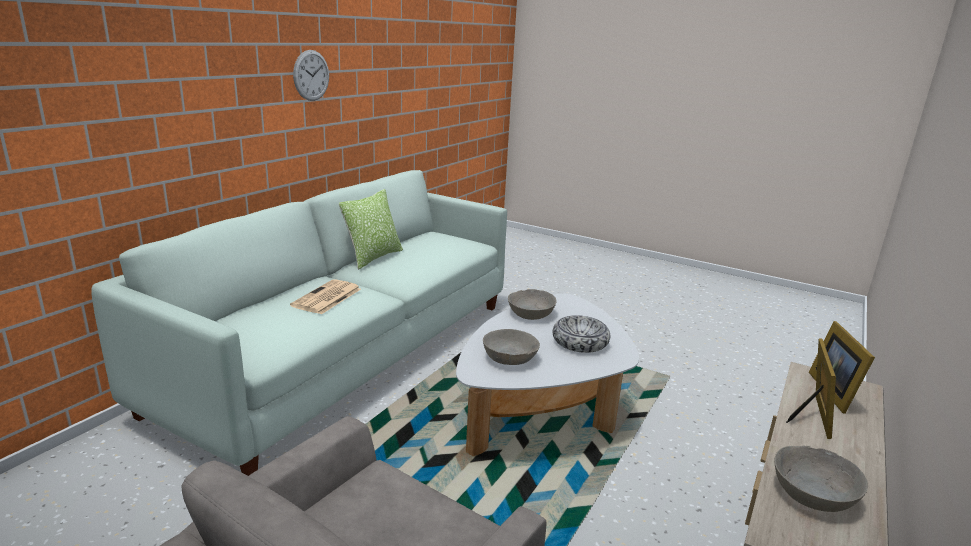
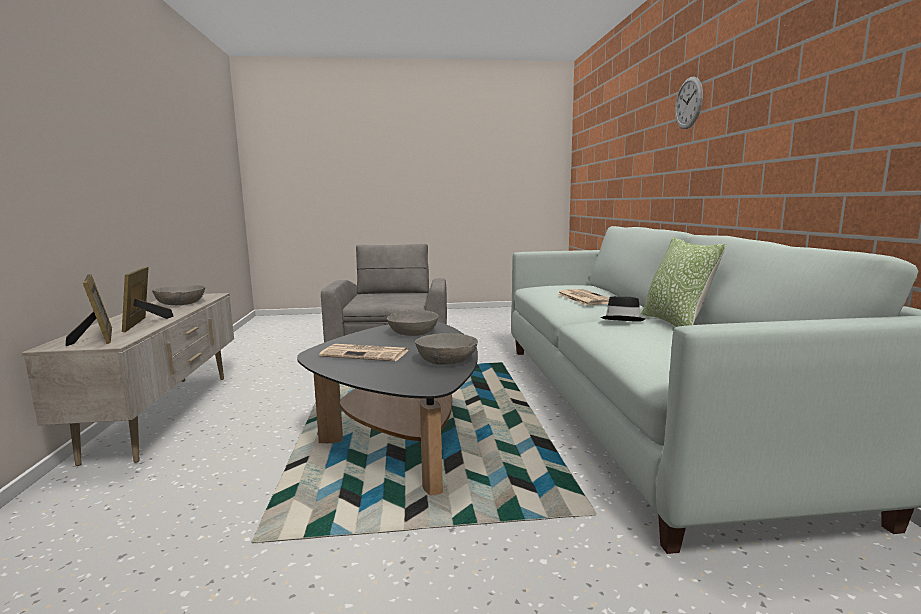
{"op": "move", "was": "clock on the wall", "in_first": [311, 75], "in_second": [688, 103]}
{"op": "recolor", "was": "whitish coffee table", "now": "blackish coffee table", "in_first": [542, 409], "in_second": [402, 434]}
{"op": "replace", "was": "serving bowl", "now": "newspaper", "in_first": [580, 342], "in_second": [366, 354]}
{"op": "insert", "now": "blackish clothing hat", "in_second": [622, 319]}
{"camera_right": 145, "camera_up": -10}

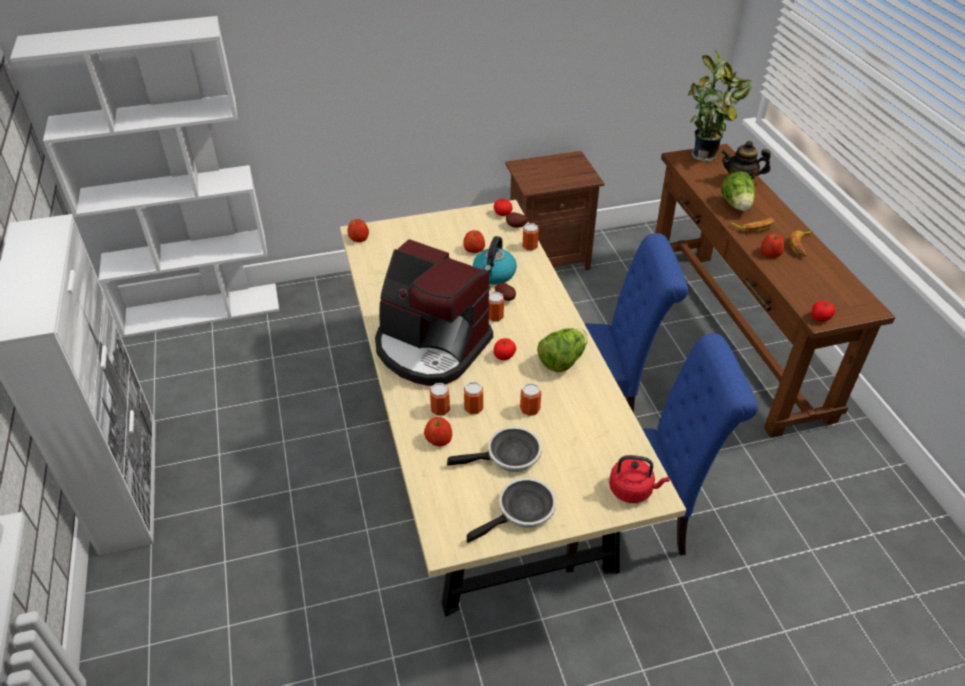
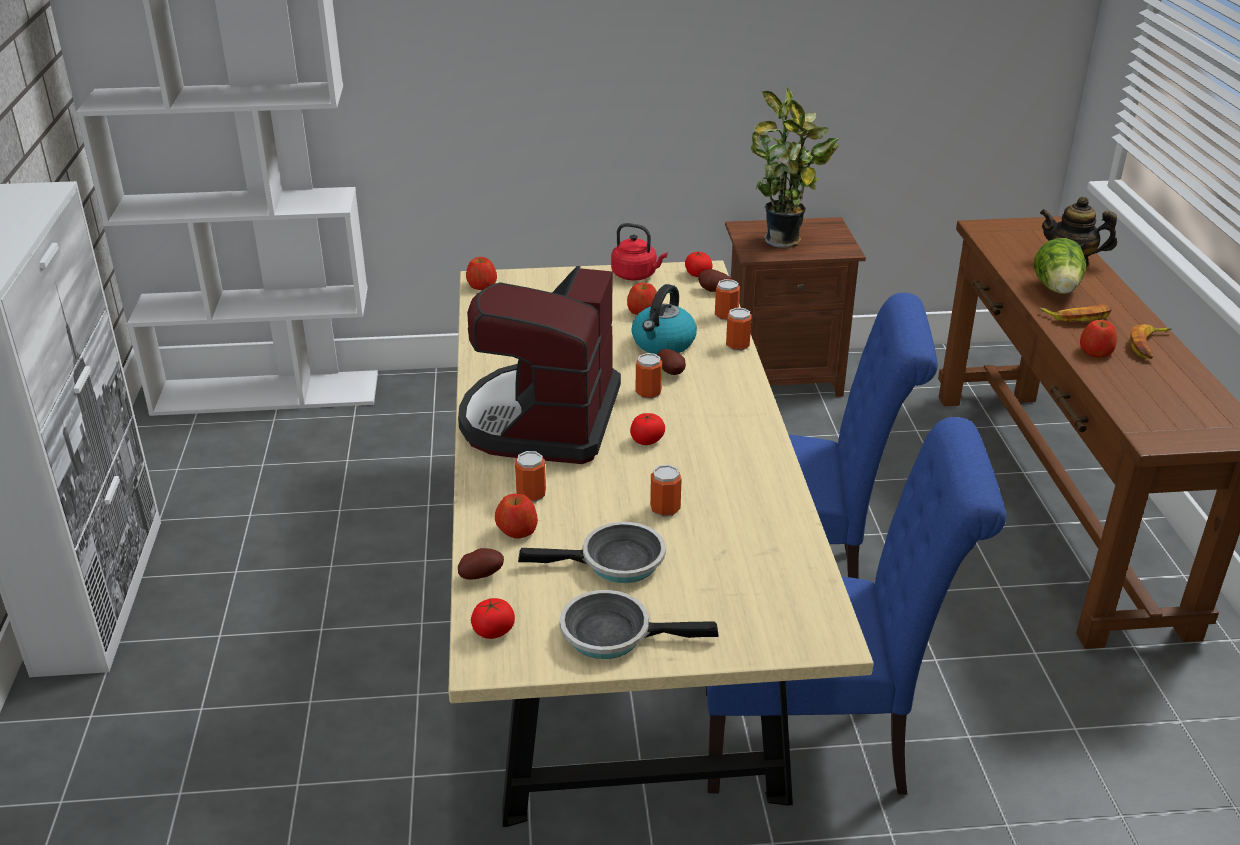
{"op": "rotate", "was": "coffee machine", "in_first": [431, 347], "in_second": [542, 420], "clockwise": 60}
{"op": "move", "was": "can", "in_first": [473, 408], "in_second": [737, 345]}
{"op": "rotate", "was": "frying pan", "in_first": [522, 512], "in_second": [614, 634], "clockwise": -150}
{"op": "delete", "was": "lettuce", "in_first": [562, 361]}
{"op": "move", "was": "red kettle", "in_first": [633, 490], "in_second": [636, 275]}
{"op": "move", "was": "potted plant", "in_first": [707, 157], "in_second": [786, 242]}
{"op": "move", "was": "fresh tomato", "in_first": [820, 318], "in_second": [493, 631]}
{"op": "insert", "now": "spud", "in_second": [481, 575]}
{"camera_right": 10, "camera_up": -10}

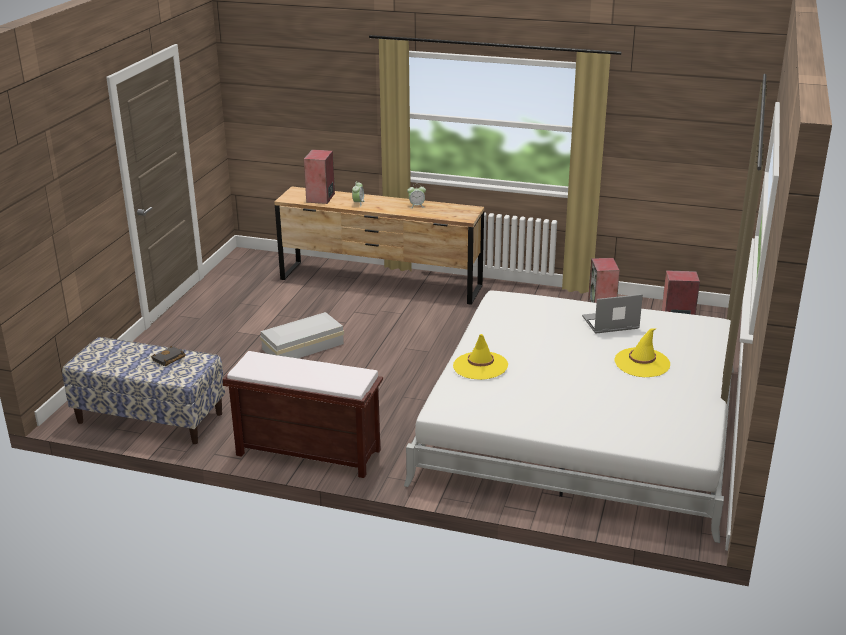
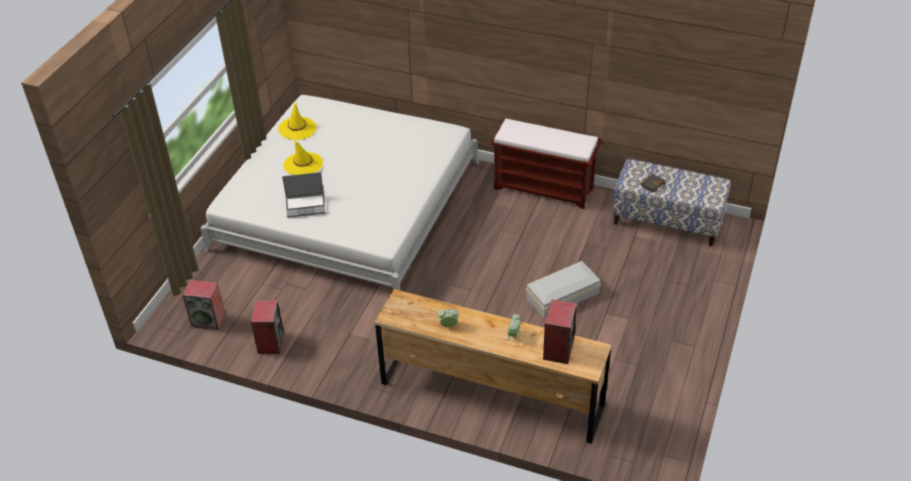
{"op": "move", "was": "yellow-coloured clothing hat", "in_first": [480, 366], "in_second": [297, 128]}
{"camera_right": -175, "camera_up": 15}

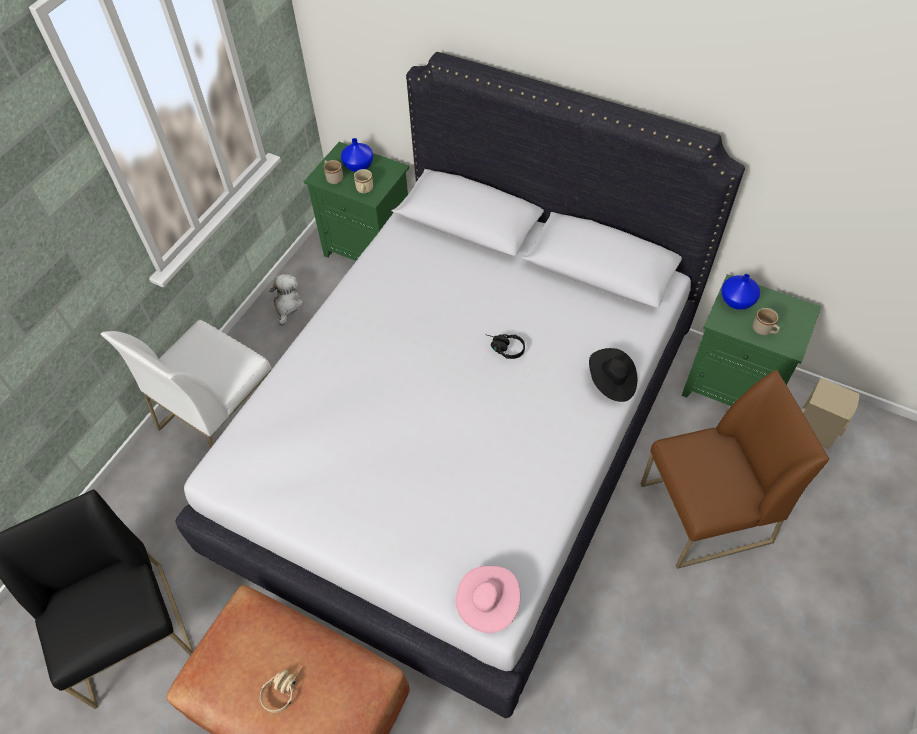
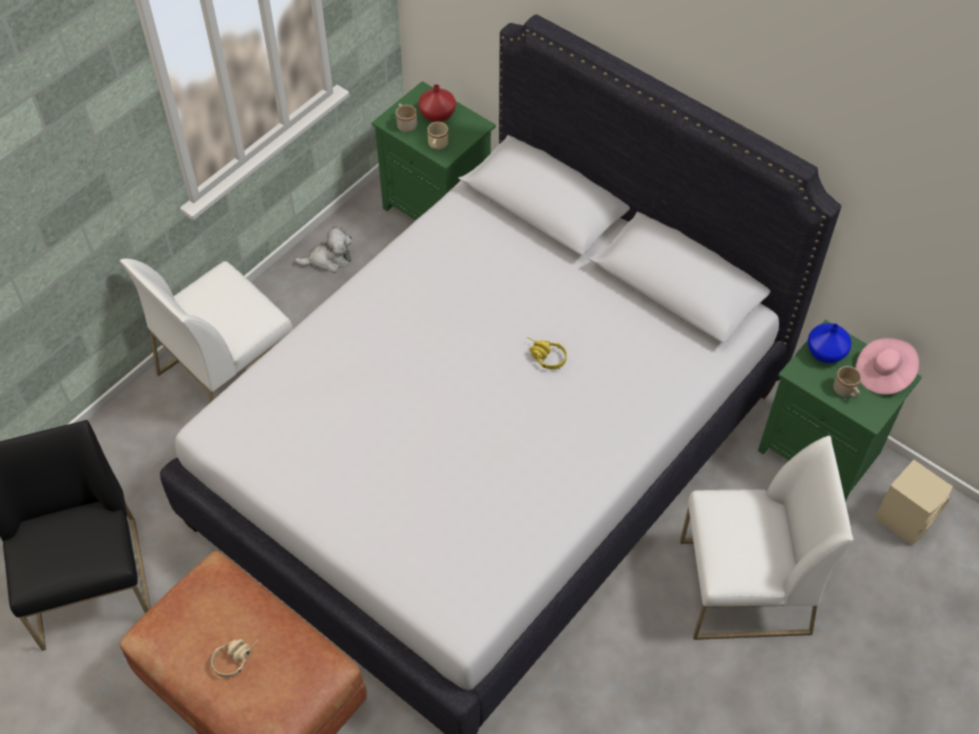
{"op": "rotate", "was": "plush toy", "in_first": [287, 305], "in_second": [329, 259], "clockwise": 60}
{"op": "recolor", "was": "blue-coloured flower vase", "now": "red flower vase", "in_first": [358, 166], "in_second": [436, 115]}
{"op": "move", "was": "pink clothing hat", "in_first": [487, 603], "in_second": [883, 374]}
{"op": "recolor", "was": "blackish headset", "now": "yellow-coloured headset", "in_first": [503, 348], "in_second": [543, 356]}
{"op": "delete", "was": "blackish clothing hat", "in_first": [611, 382]}
{"op": "recolor", "was": "brown-coloured chair", "now": "whitish chair", "in_first": [704, 514], "in_second": [743, 588]}
{"camera_right": 10, "camera_up": 0}

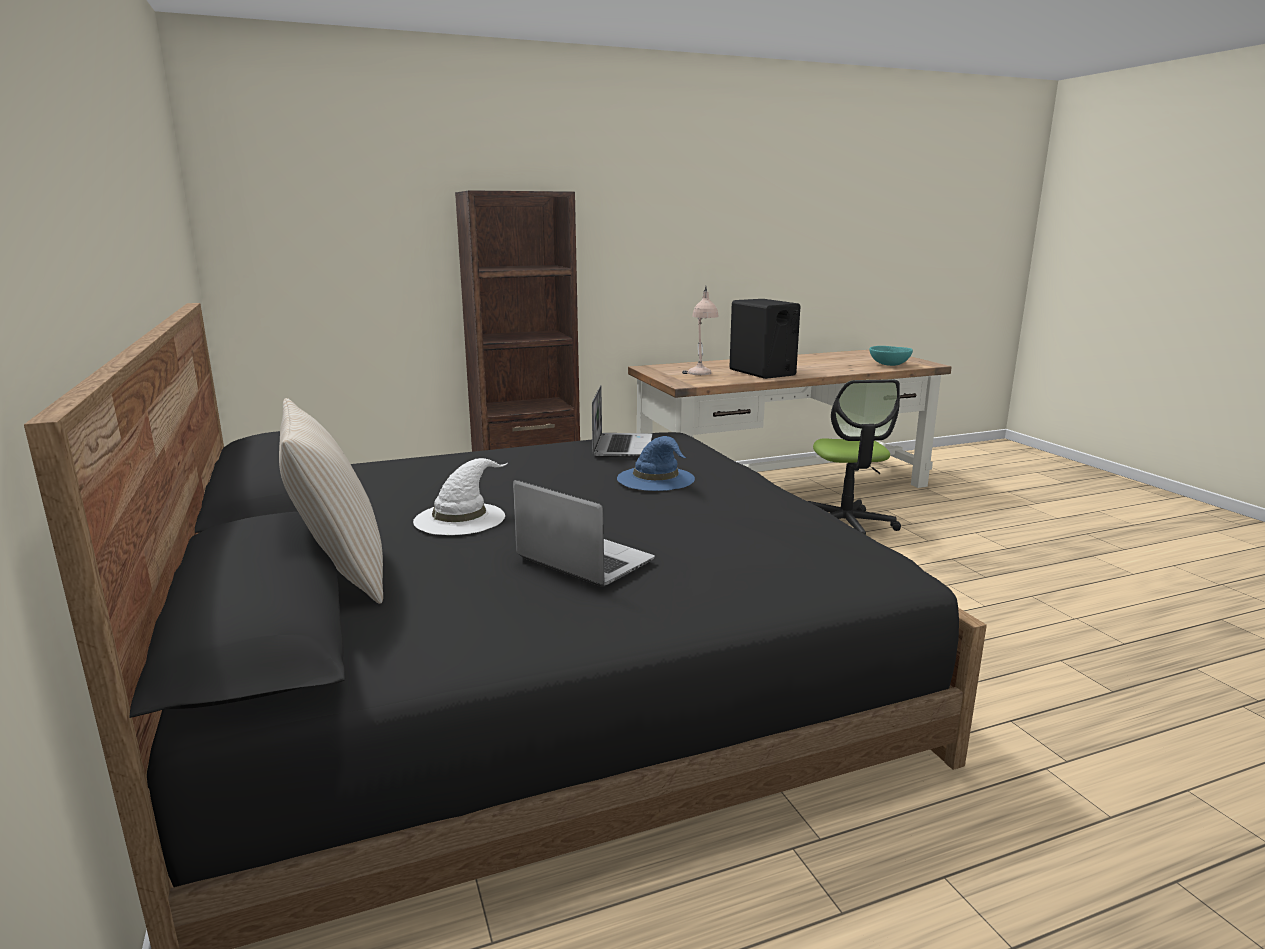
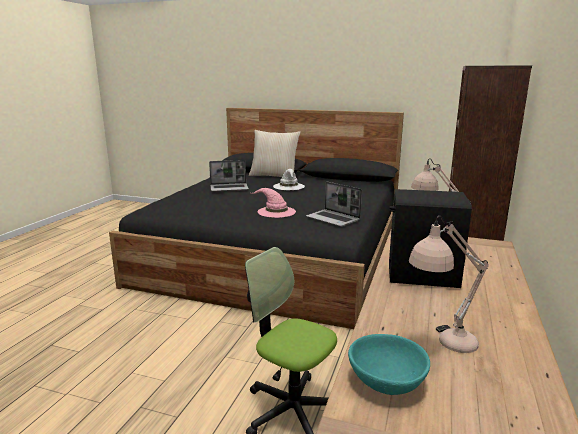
{"op": "recolor", "was": "blue-coloured clothing hat", "now": "pink clothing hat", "in_first": [656, 478], "in_second": [276, 211]}
{"op": "insert", "now": "beige-coloured tabletop lamp", "in_second": [440, 345]}
{"camera_right": 130, "camera_up": 0}

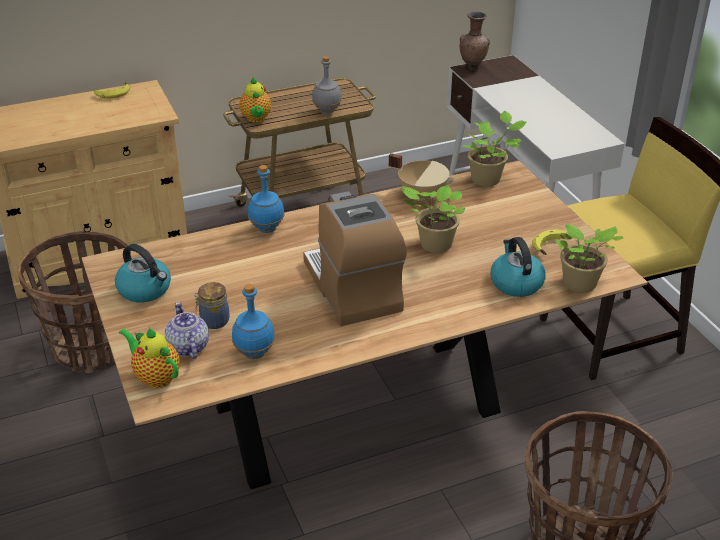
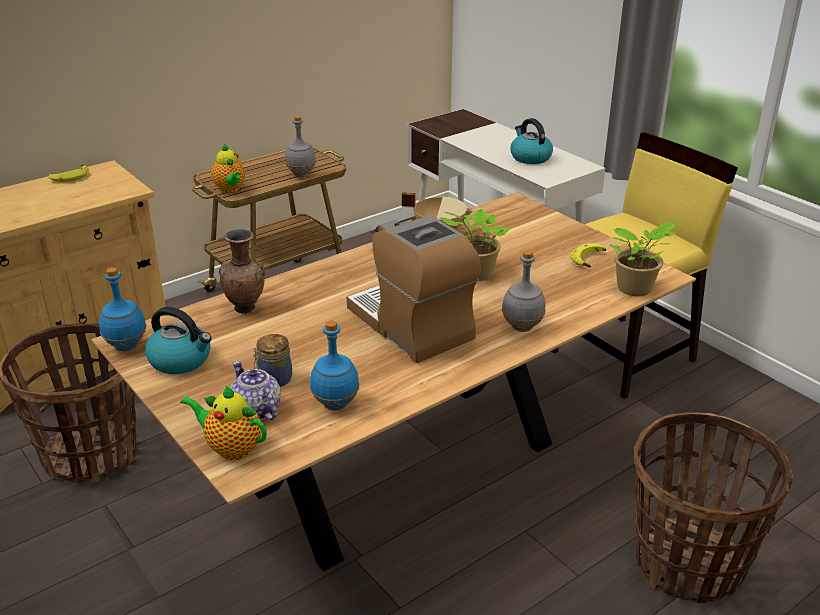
{"op": "move", "was": "blue-coloured bottle", "in_first": [266, 228], "in_second": [126, 346]}
{"op": "move", "was": "brown-coloured flower vase", "in_first": [473, 67], "in_second": [246, 308]}
{"op": "delete", "was": "potted plant", "in_first": [488, 179]}
{"op": "move", "was": "kettle", "in_first": [515, 283], "in_second": [530, 157]}
{"op": "insert", "now": "greyish bottle", "in_second": [521, 327]}
{"camera_right": -15, "camera_up": -5}

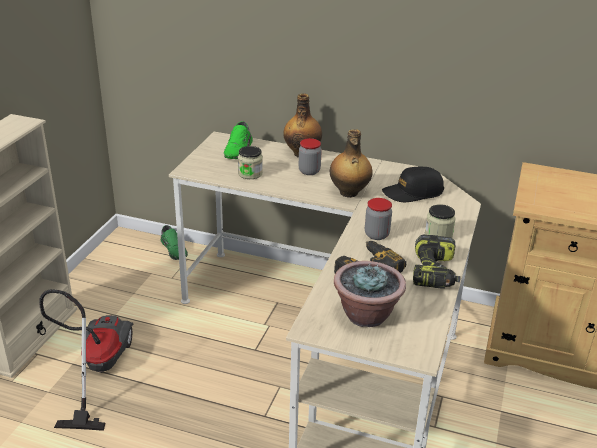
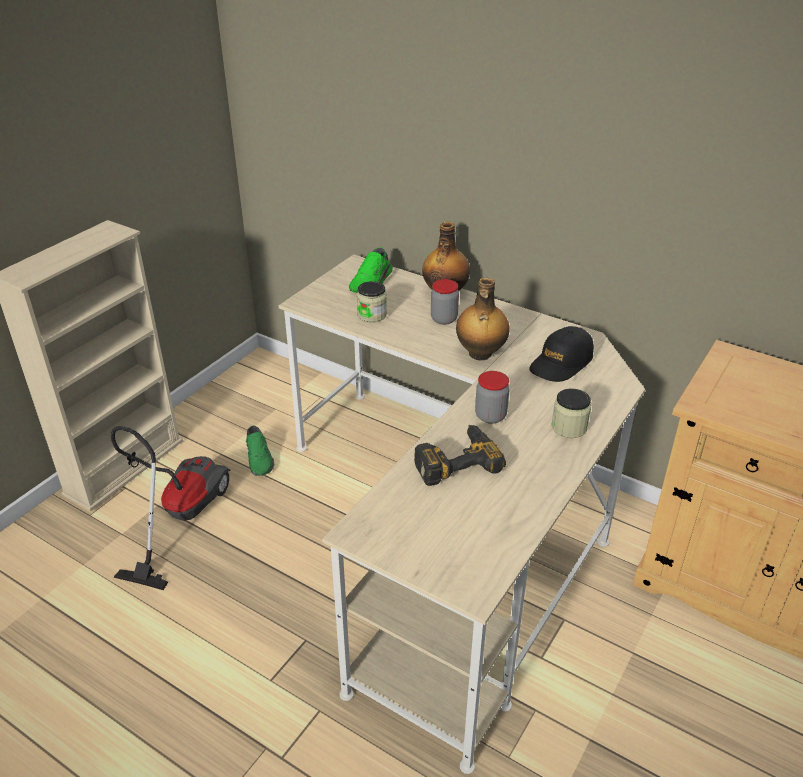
{"op": "move", "was": "greenish item of footwear", "in_first": [174, 249], "in_second": [260, 459]}
{"op": "delete", "was": "potted plant", "in_first": [366, 315]}
{"op": "rotate", "was": "blackish baseball cap", "in_first": [412, 192], "in_second": [561, 363], "clockwise": -45}
{"op": "delete", "was": "electric drill", "in_first": [435, 273]}
{"camera_right": 15, "camera_up": 5}

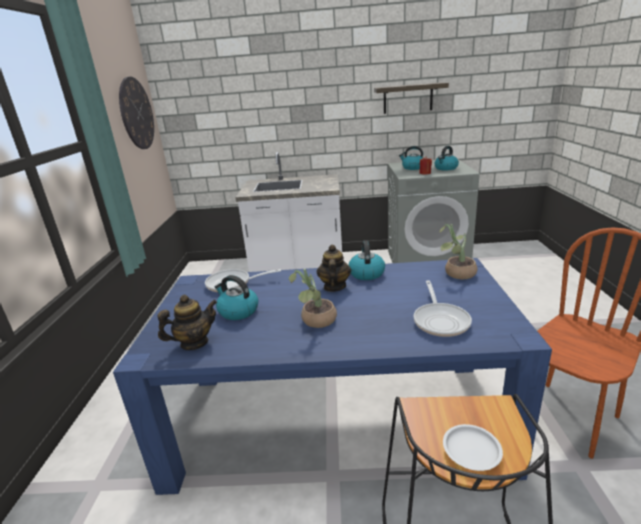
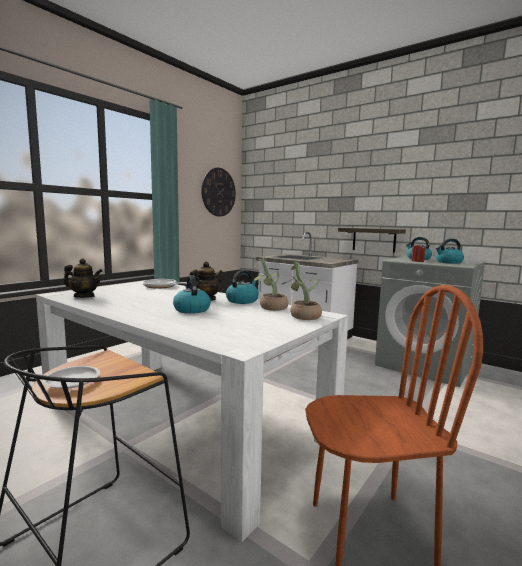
{"op": "recolor", "was": "blue-coloured dining table", "now": "whitish dining table", "in_first": [335, 417], "in_second": [180, 419]}
{"op": "move", "was": "kettle", "in_first": [238, 311], "in_second": [191, 309]}
{"op": "move", "was": "potted plant", "in_first": [316, 322], "in_second": [270, 308]}
{"op": "move", "was": "bracket shelf", "in_first": [408, 98], "in_second": [374, 239]}
{"op": "delete", "was": "frying pan", "in_first": [440, 320]}
{"camera_right": 35, "camera_up": -15}

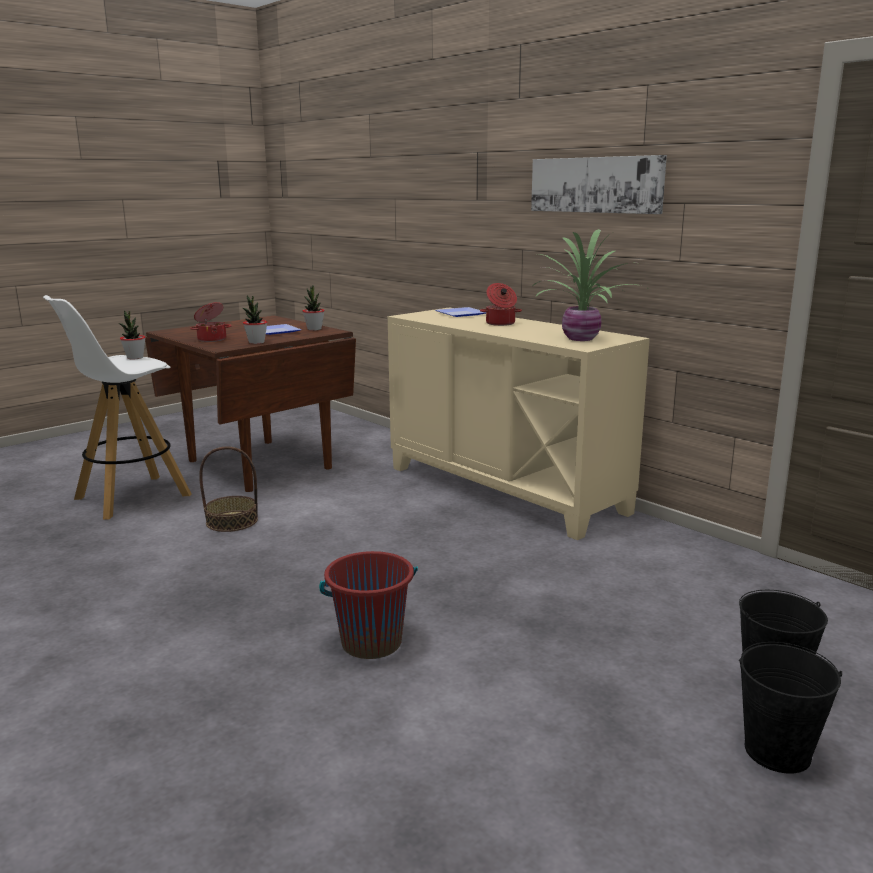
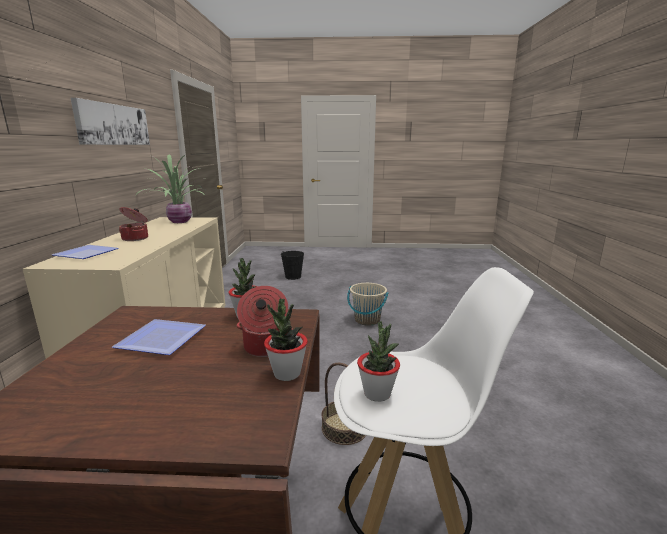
{"op": "move", "was": "potted plant", "in_first": [314, 329], "in_second": [287, 373]}
{"op": "recolor", "was": "red bucket", "now": "beige-coloured bucket", "in_first": [371, 642], "in_second": [367, 320]}
{"op": "delete", "was": "blackish bucket", "in_first": [777, 752]}
{"camera_right": -135, "camera_up": 0}

